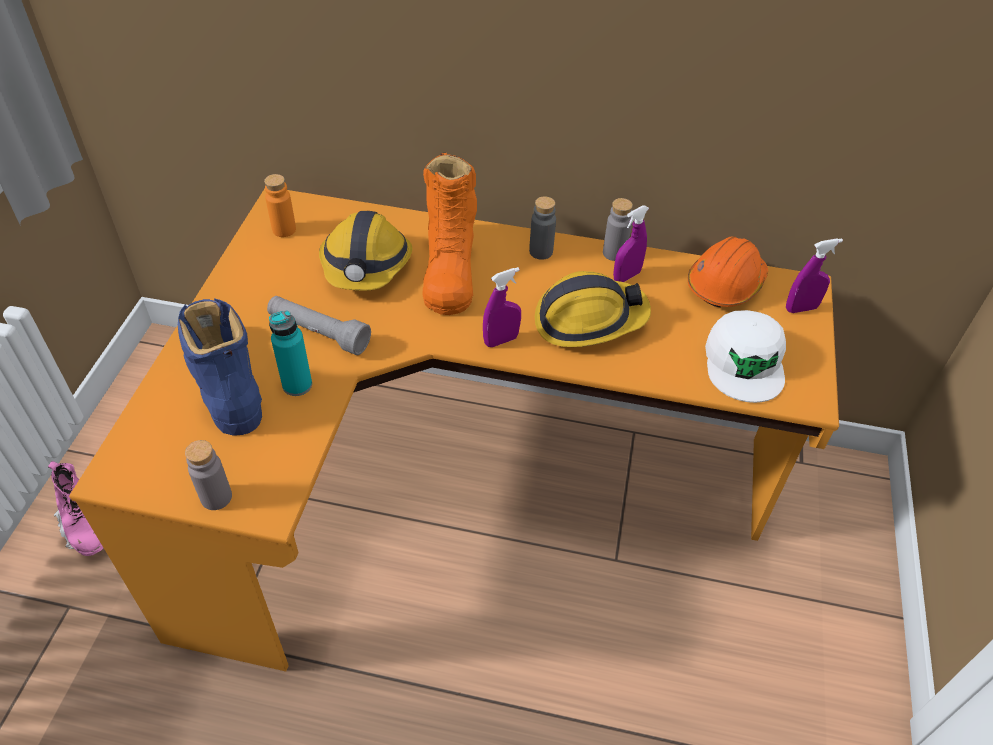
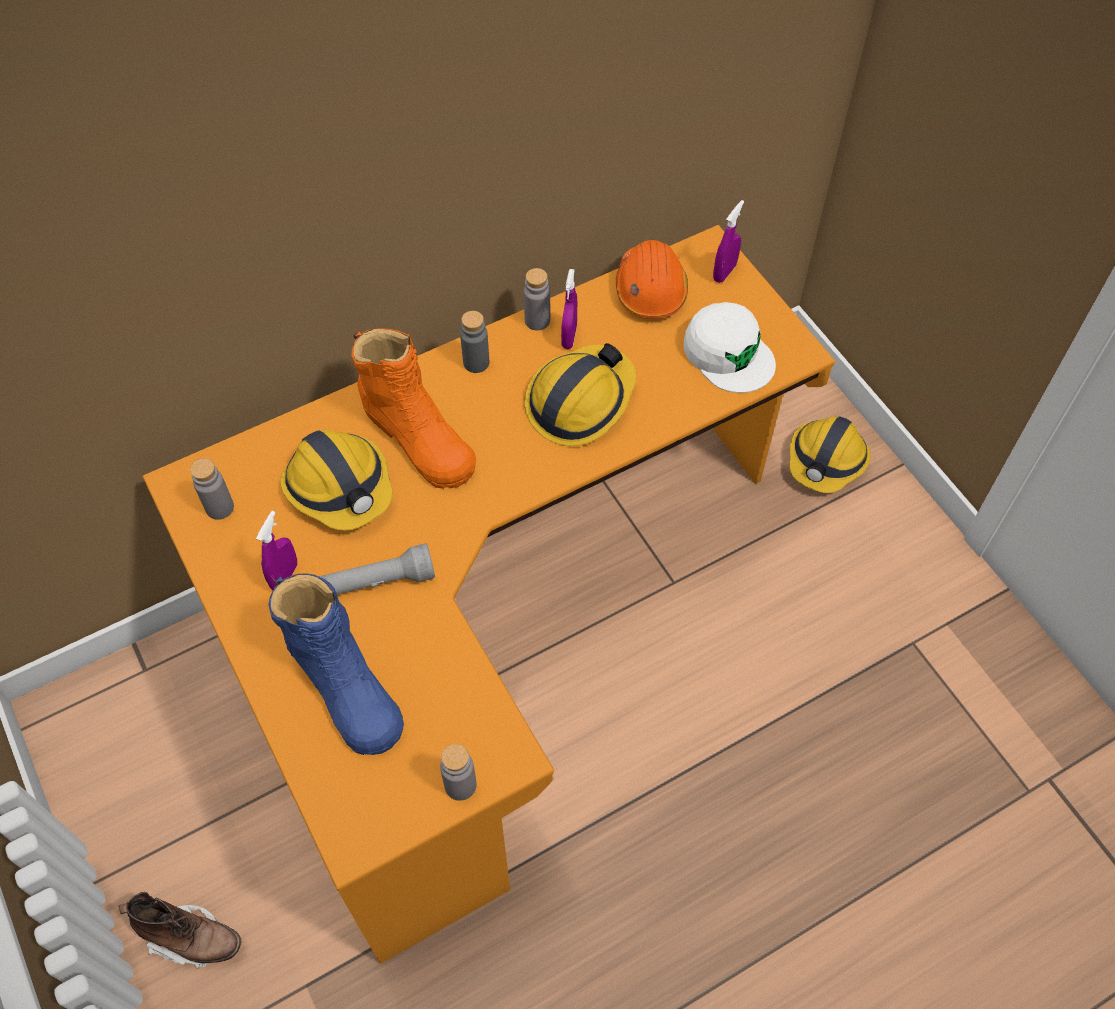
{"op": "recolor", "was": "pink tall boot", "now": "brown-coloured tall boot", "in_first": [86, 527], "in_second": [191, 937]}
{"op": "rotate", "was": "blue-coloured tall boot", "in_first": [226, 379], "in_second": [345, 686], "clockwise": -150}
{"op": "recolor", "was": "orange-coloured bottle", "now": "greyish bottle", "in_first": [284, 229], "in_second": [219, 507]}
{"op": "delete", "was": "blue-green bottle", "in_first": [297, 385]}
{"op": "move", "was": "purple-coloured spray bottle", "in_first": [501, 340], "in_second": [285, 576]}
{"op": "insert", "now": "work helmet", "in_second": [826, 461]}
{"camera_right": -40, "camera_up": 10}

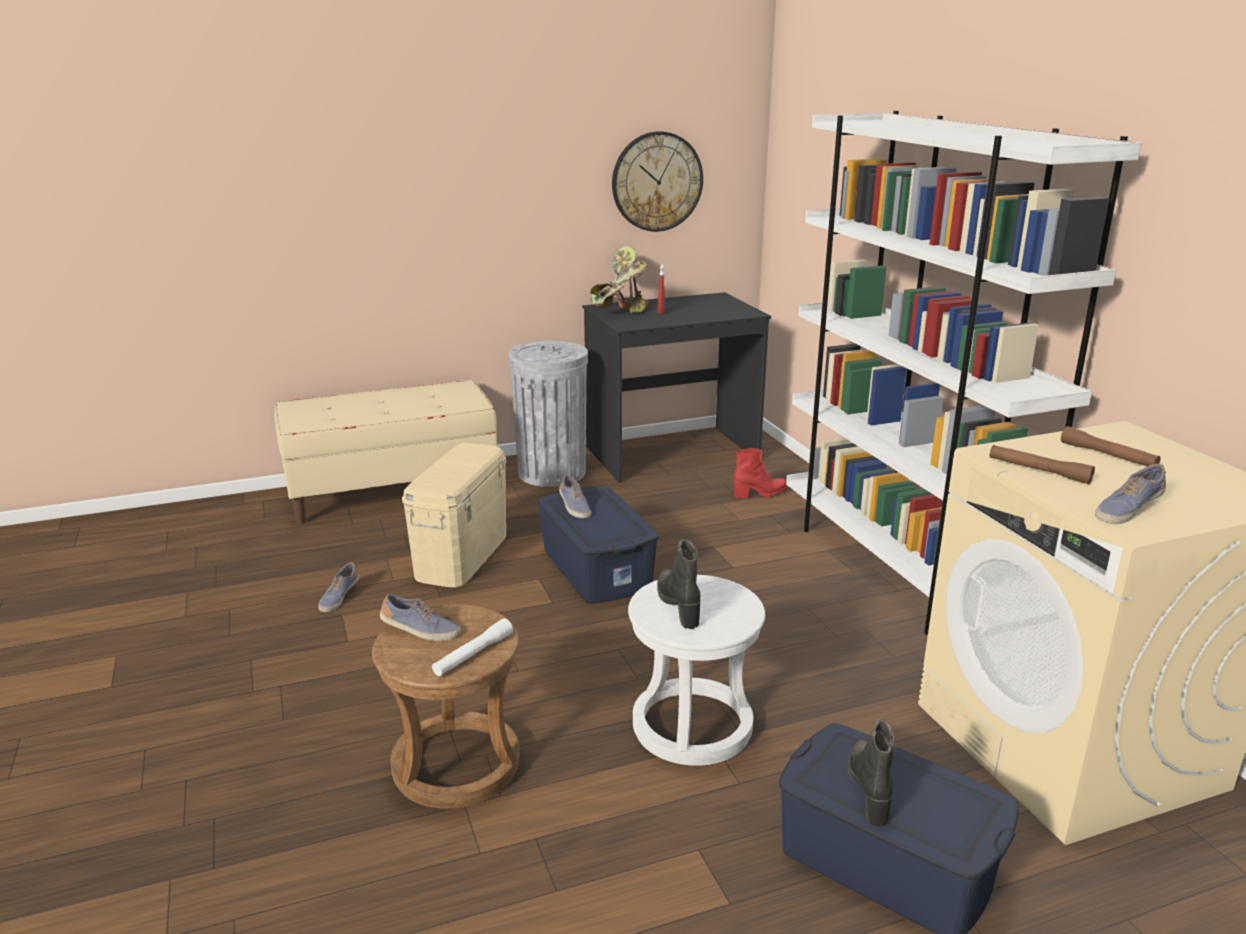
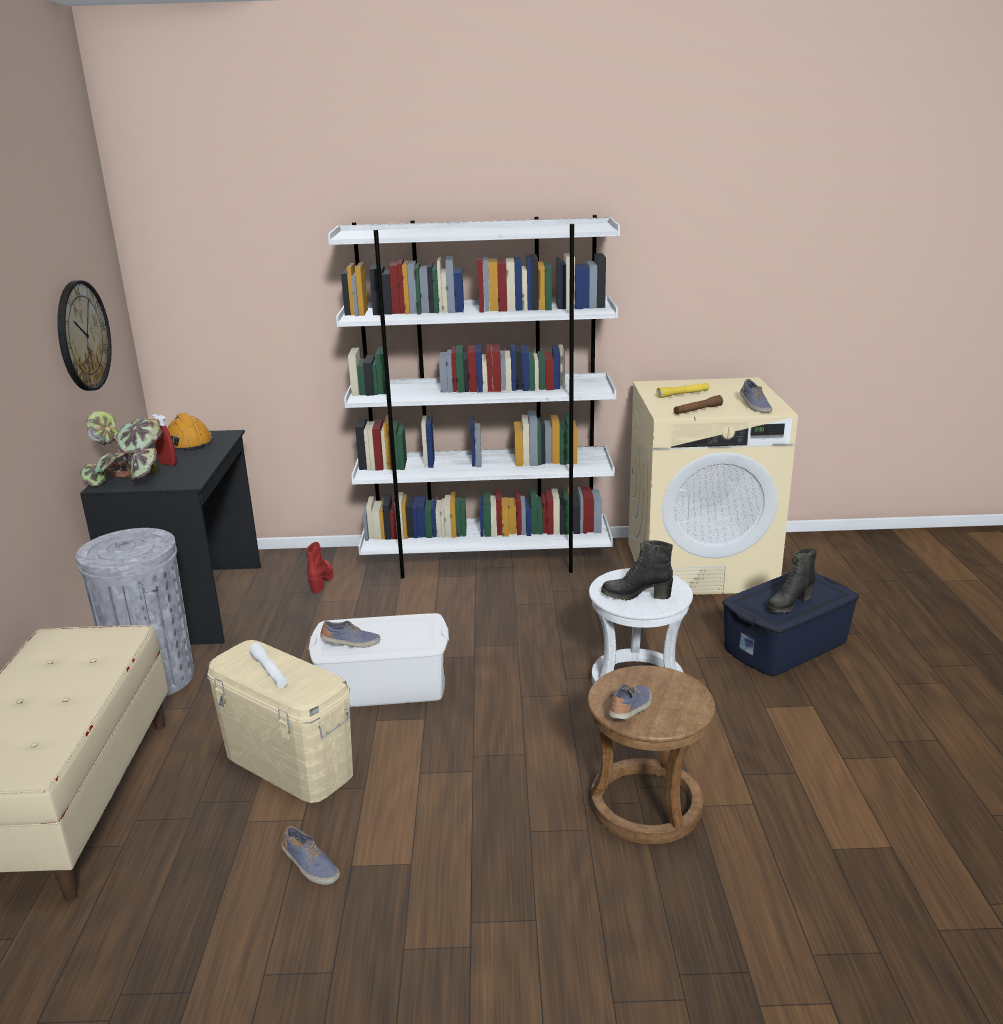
{"op": "move", "was": "whitish hand torch", "in_first": [473, 654], "in_second": [269, 671]}
{"op": "recolor", "was": "blue-coloured storage bin", "now": "whitish storage bin", "in_first": [597, 568], "in_second": [383, 684]}
{"op": "rotate", "was": "blackish tall boot", "in_first": [870, 789], "in_second": [788, 604], "clockwise": -60}
{"op": "recolor", "was": "brown-coloured hand torch", "now": "yellow-coloured hand torch", "in_first": [1107, 456], "in_second": [682, 394]}
{"op": "insert", "now": "orange-coloured work helmet", "in_second": [188, 442]}
{"camera_right": -70, "camera_up": 0}

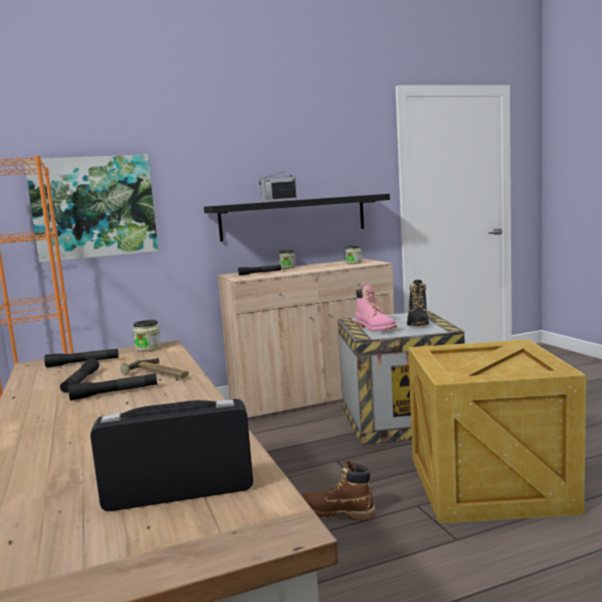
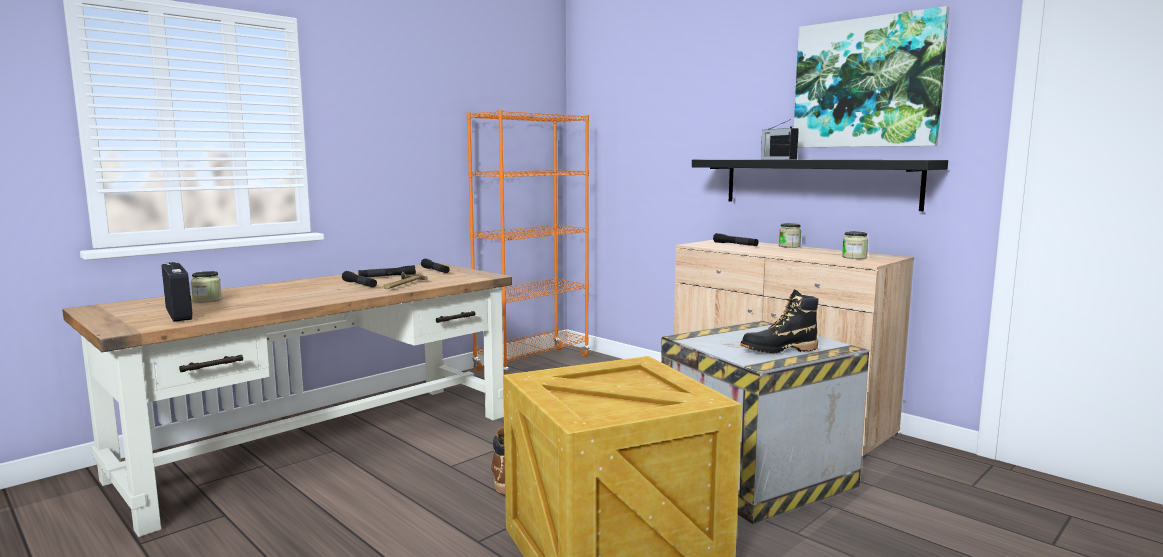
{"op": "move", "was": "wall art", "in_first": [94, 207], "in_second": [866, 83]}
{"op": "move", "was": "jar", "in_first": [148, 348], "in_second": [207, 300]}
{"op": "delete", "was": "pink tall boot", "in_first": [375, 328]}
{"camera_right": 65, "camera_up": 0}

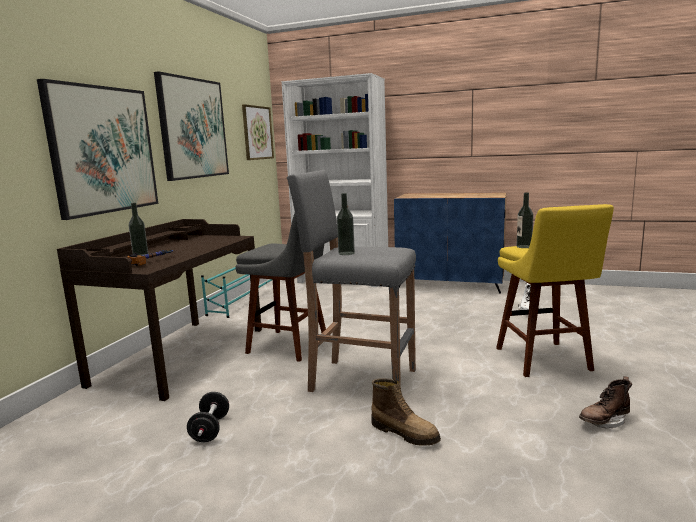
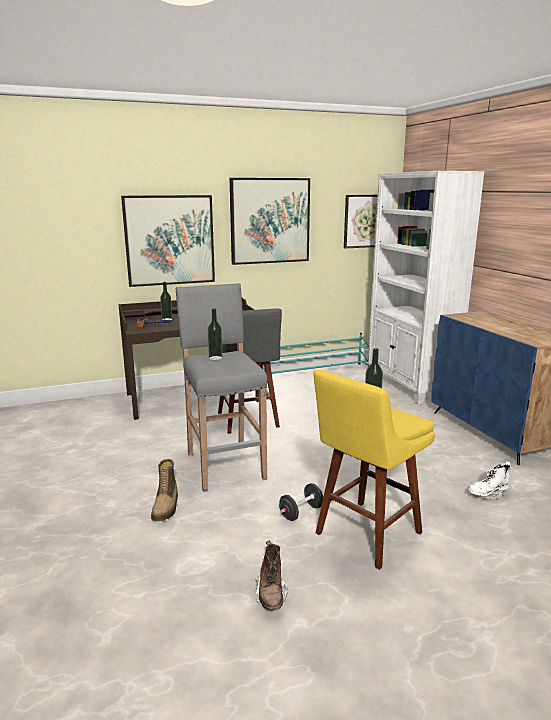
{"op": "move", "was": "blackish hand weight", "in_first": [210, 429], "in_second": [301, 512]}
{"op": "rotate", "was": "brown-coloured tall boot", "in_first": [604, 421], "in_second": [271, 595], "clockwise": -120}
{"camera_right": 50, "camera_up": 5}

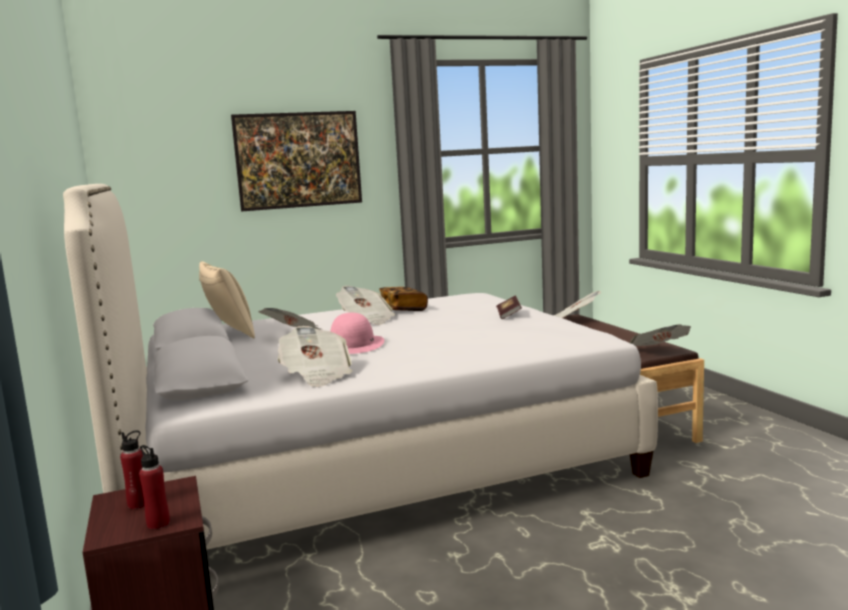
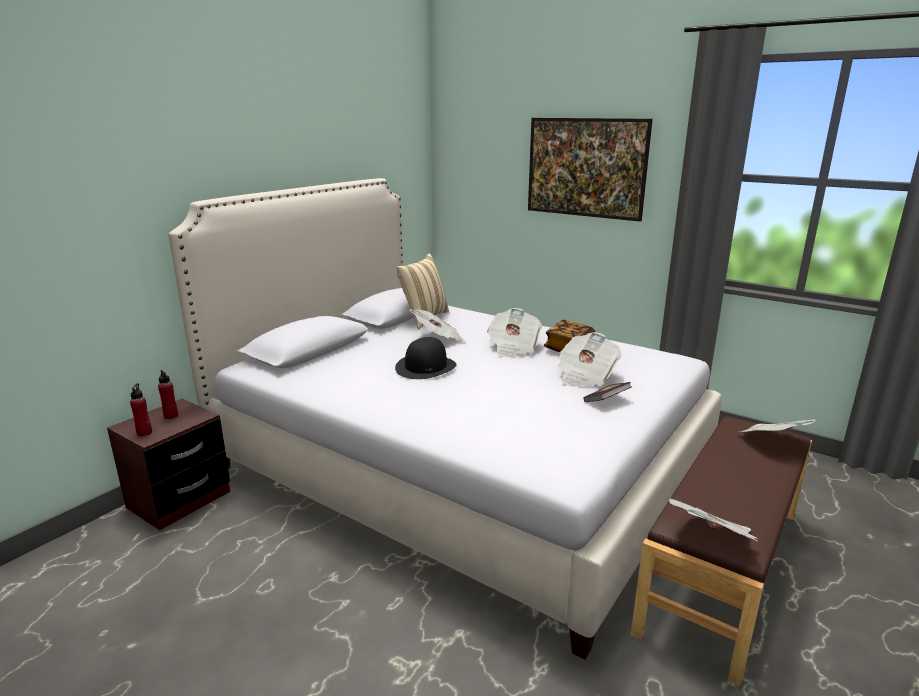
{"op": "move", "was": "newspaper", "in_first": [316, 375], "in_second": [585, 376]}
{"op": "recolor", "was": "pink clothing hat", "now": "blackish clothing hat", "in_first": [352, 345], "in_second": [426, 367]}
{"camera_right": 55, "camera_up": 10}

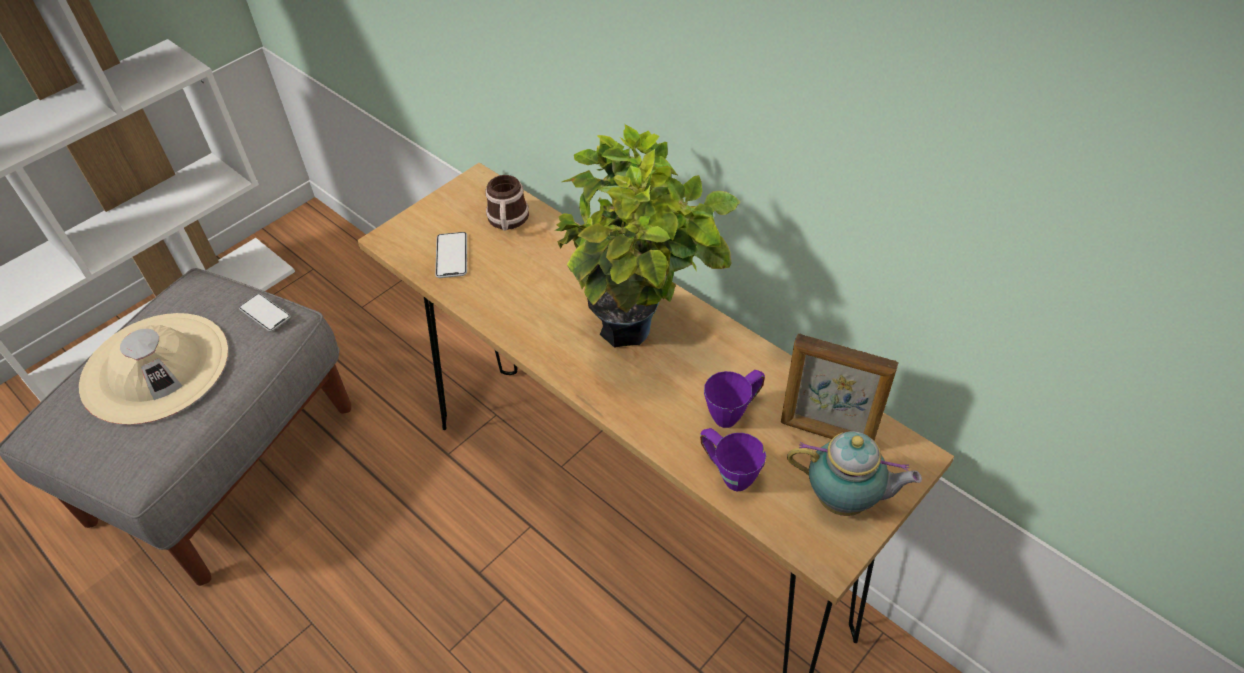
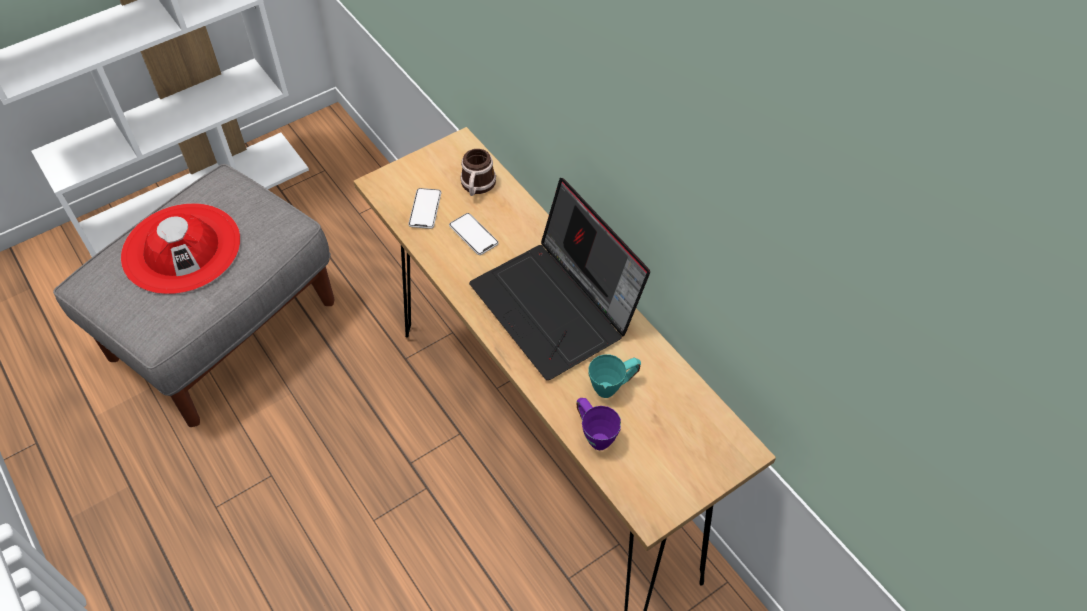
{"op": "recolor", "was": "beige-coloured clothing hat", "now": "red clothing hat", "in_first": [156, 368], "in_second": [181, 248]}
{"op": "move", "was": "telephone", "in_first": [265, 313], "in_second": [473, 235]}
{"op": "replace", "was": "potted plant", "now": "notebook computer", "in_first": [639, 335], "in_second": [557, 307]}
{"op": "recolor", "was": "purple-coloured mug", "now": "blue-green mug", "in_first": [734, 412], "in_second": [613, 387]}
{"op": "delete", "was": "picture frame", "in_first": [826, 433]}
{"op": "delete", "was": "pot for tea", "in_first": [845, 501]}
{"camera_right": 10, "camera_up": 5}

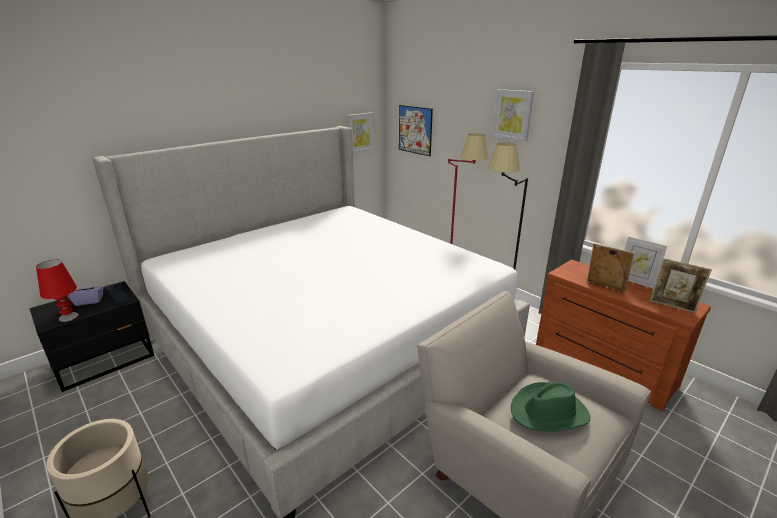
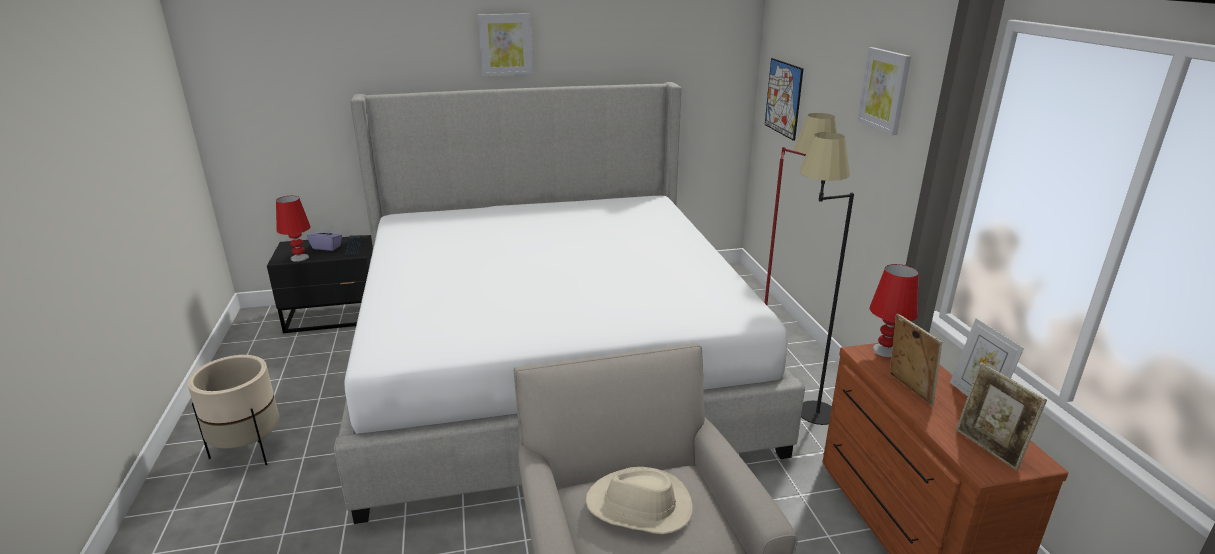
{"op": "move", "was": "wall art", "in_first": [359, 132], "in_second": [505, 44]}
{"op": "recolor", "was": "greenish clothing hat", "now": "beige-coloured clothing hat", "in_first": [549, 412], "in_second": [639, 506]}
{"op": "insert", "now": "red tabletop lamp", "in_second": [885, 350]}
{"camera_right": 30, "camera_up": 0}

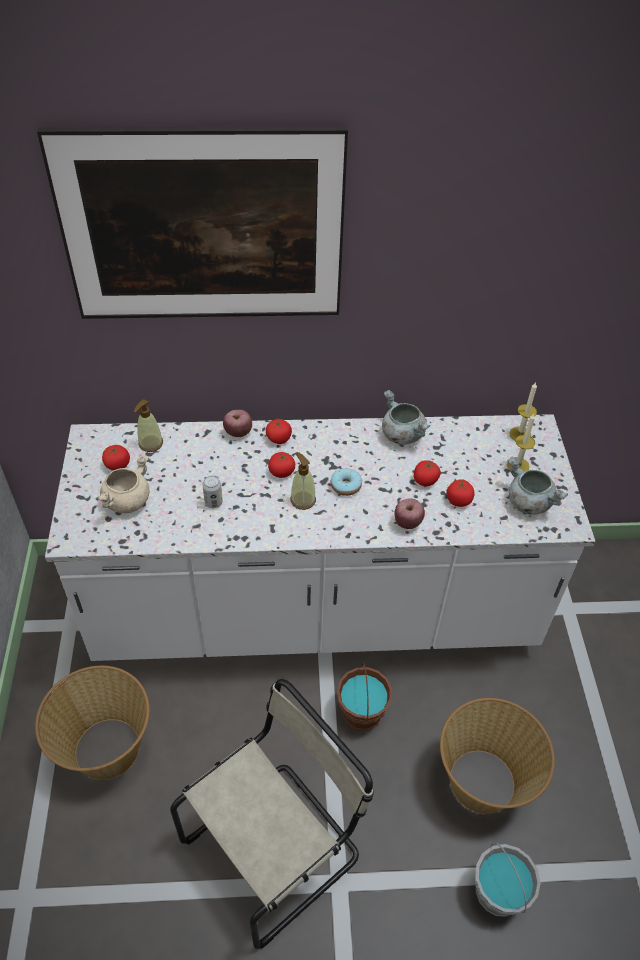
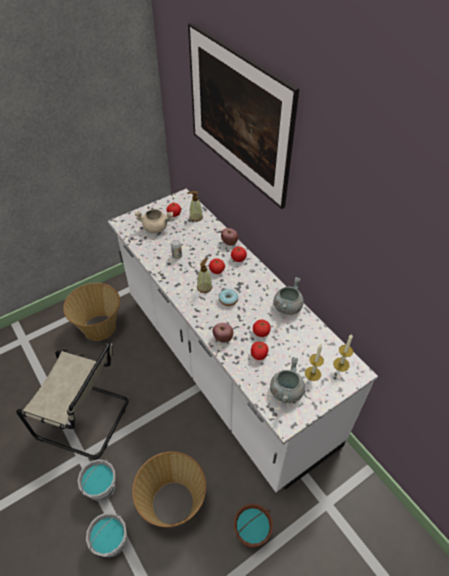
{"op": "move", "was": "brown-coloured bucket", "in_first": [362, 712], "in_second": [252, 533]}
{"op": "insert", "now": "greyish bucket", "in_second": [102, 488]}
{"camera_right": 60, "camera_up": 0}

